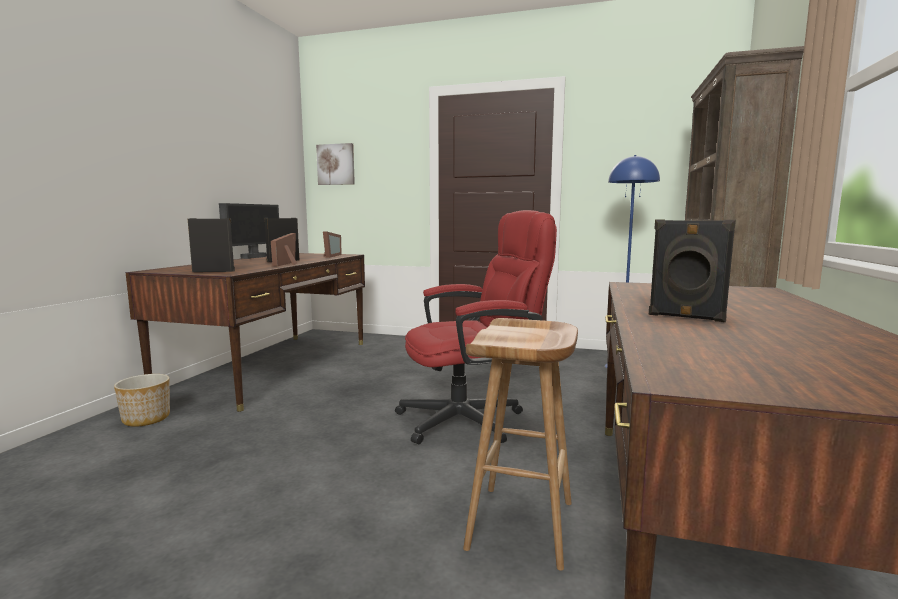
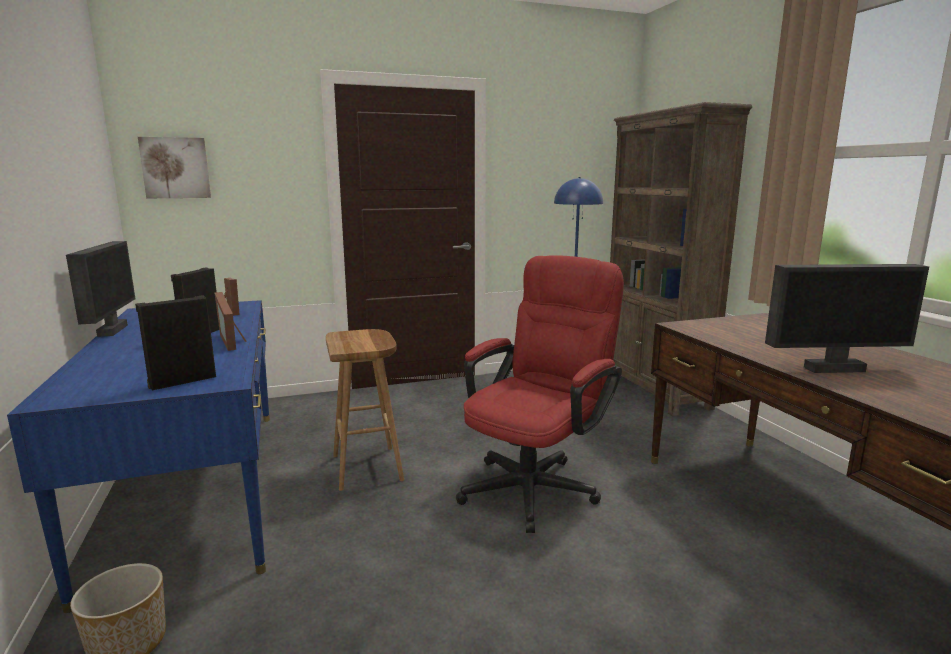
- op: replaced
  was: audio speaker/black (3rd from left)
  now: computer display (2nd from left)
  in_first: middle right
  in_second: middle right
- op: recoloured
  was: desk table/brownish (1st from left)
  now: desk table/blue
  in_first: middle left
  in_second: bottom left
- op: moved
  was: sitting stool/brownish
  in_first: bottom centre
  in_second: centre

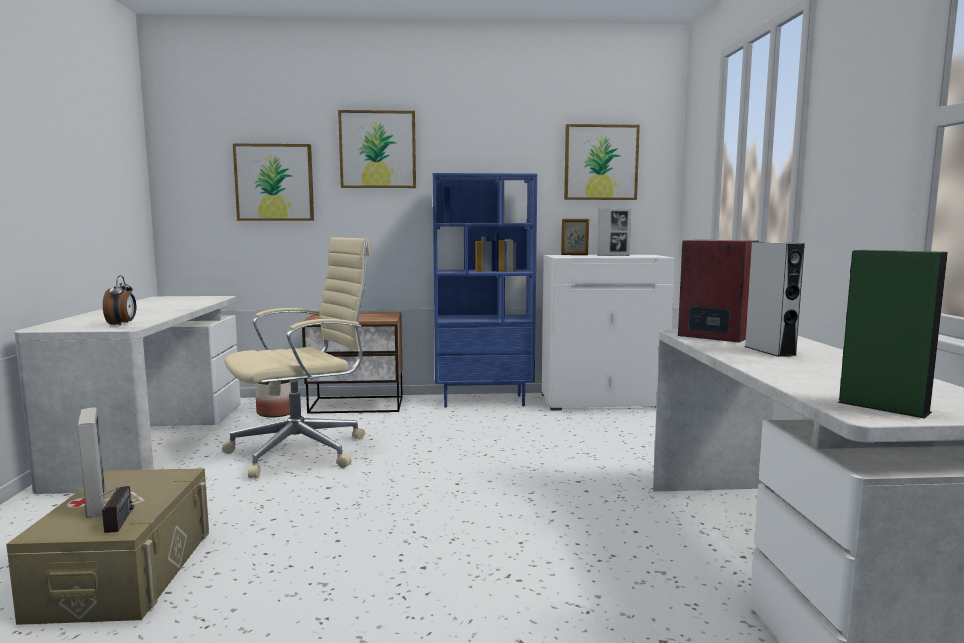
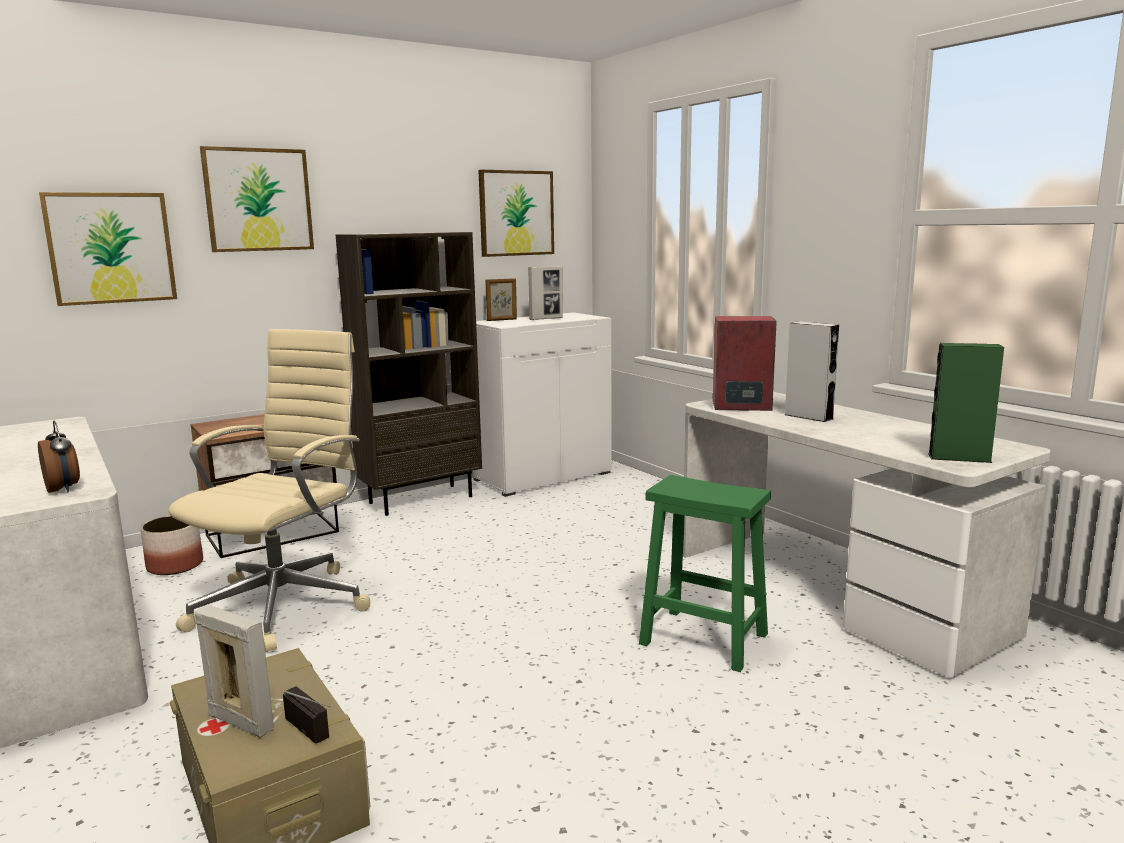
- op: recoloured
  was: bookshelf/blue
  now: bookshelf/brownish
  in_first: centre
  in_second: centre
- op: added
  now: sitting stool/green
  in_second: bottom centre

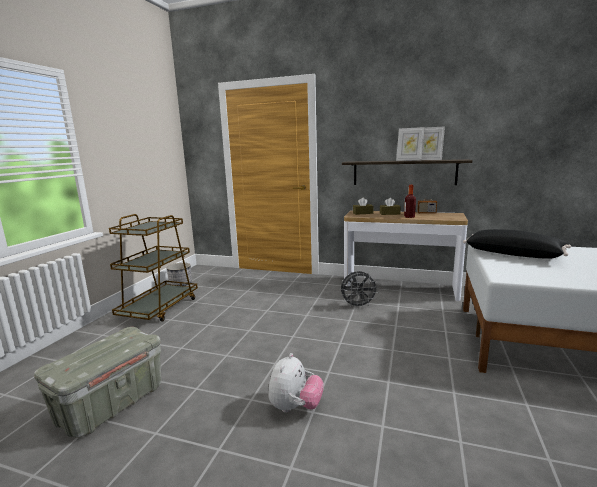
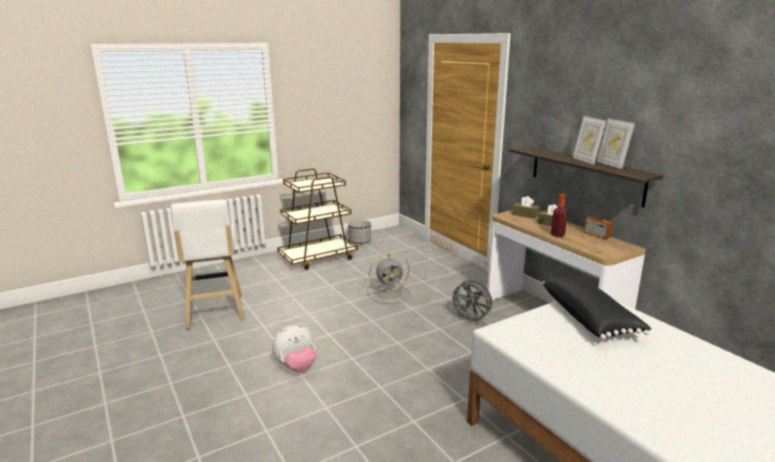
- op: replaced
  was: storage bin/grey
  now: sitting stool/white
  in_first: bottom left
  in_second: middle left
- op: added
  now: electric fan/grey (1st from left)
  in_second: centre

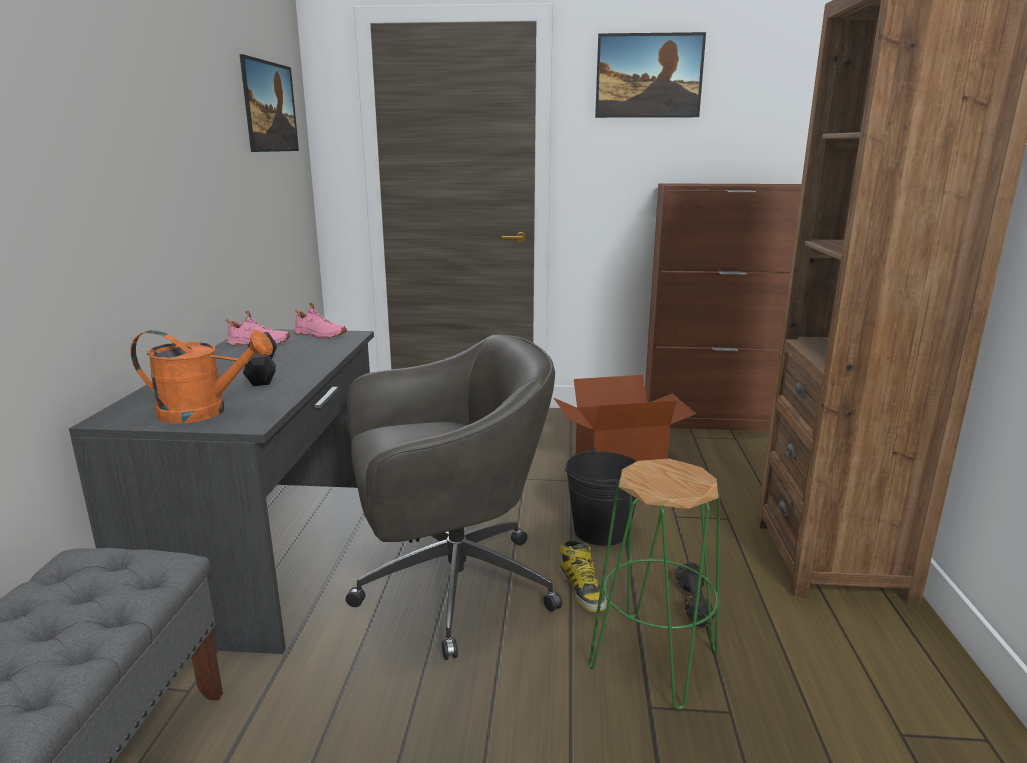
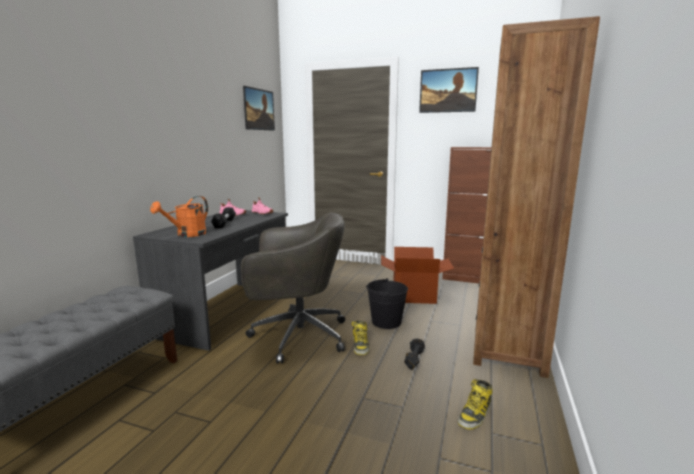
- op: turned
  was: watering can/orangey
  in_first: middle left
  in_second: middle left
  clockwise: 105
- op: removed
  was: sitting stool/green
  in_first: bottom centre
- op: added
  now: boot (2nd from left)
  in_second: bottom right

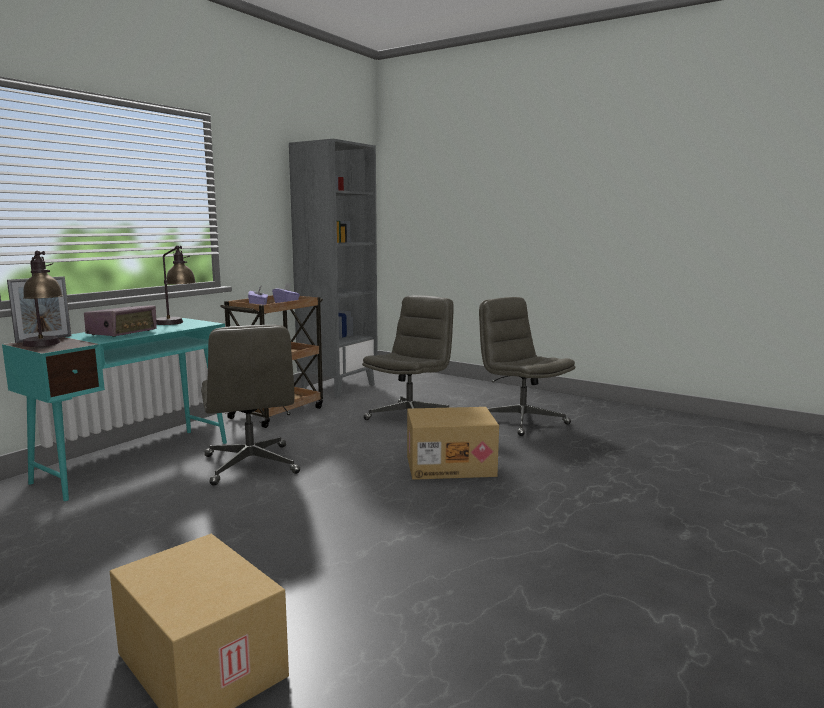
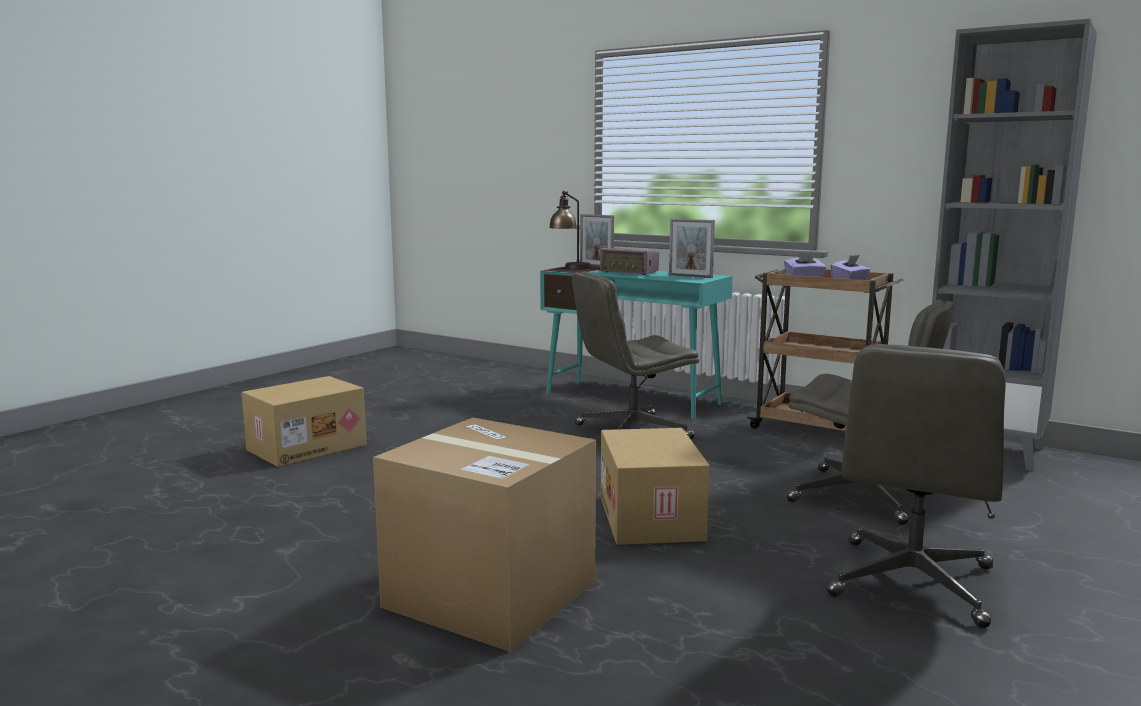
- op: replaced
  was: tabletop lamp (2nd from left)
  now: photo frame (2nd from left)
  in_first: middle left
  in_second: centre
- op: turned
  was: desk chair/grey (3rd from left)
  in_first: centre
  in_second: bottom right
  clockwise: 150
- op: added
  now: cardboard box (2nd from left)
  in_second: bottom centre

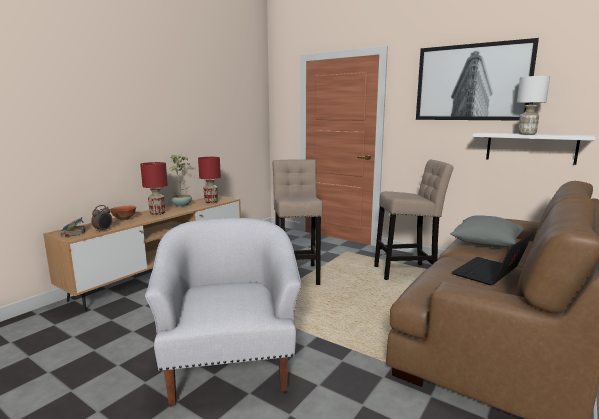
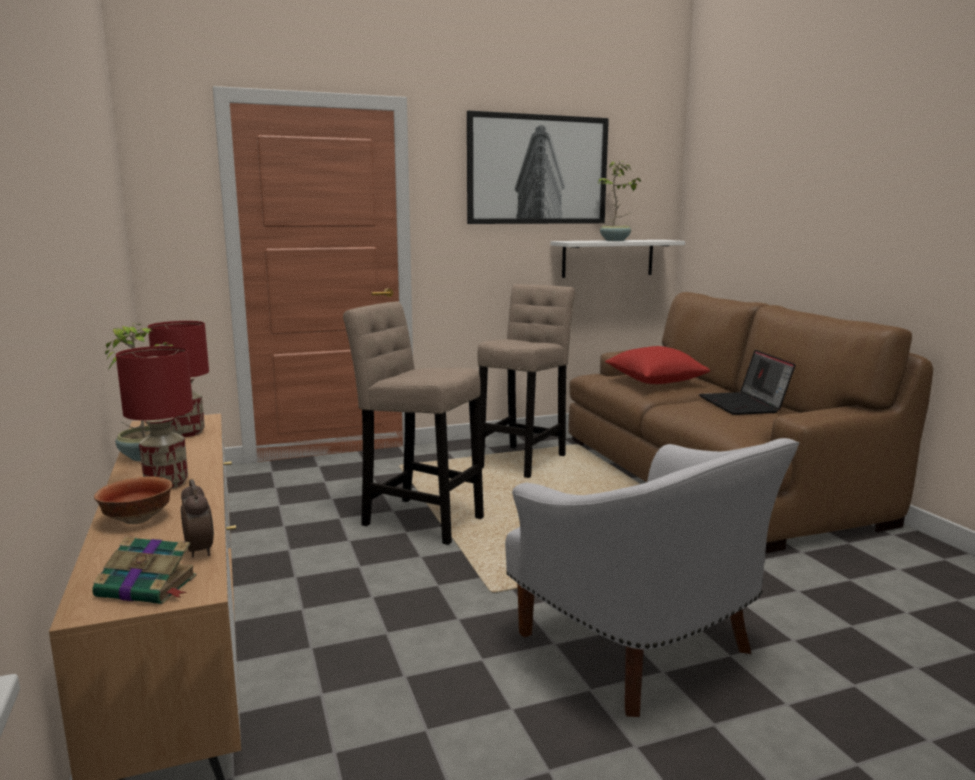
- op: replaced
  was: tabletop lamp/white
  now: houseplant (2nd from left)
  in_first: top right
  in_second: top centre
- op: recoloured
  was: throw pillow/grey
  now: throw pillow/reddish
  in_first: middle right
  in_second: middle right
- op: turned
  was: lounge chair/white
  in_first: bottom centre
  in_second: bottom right
  clockwise: -150

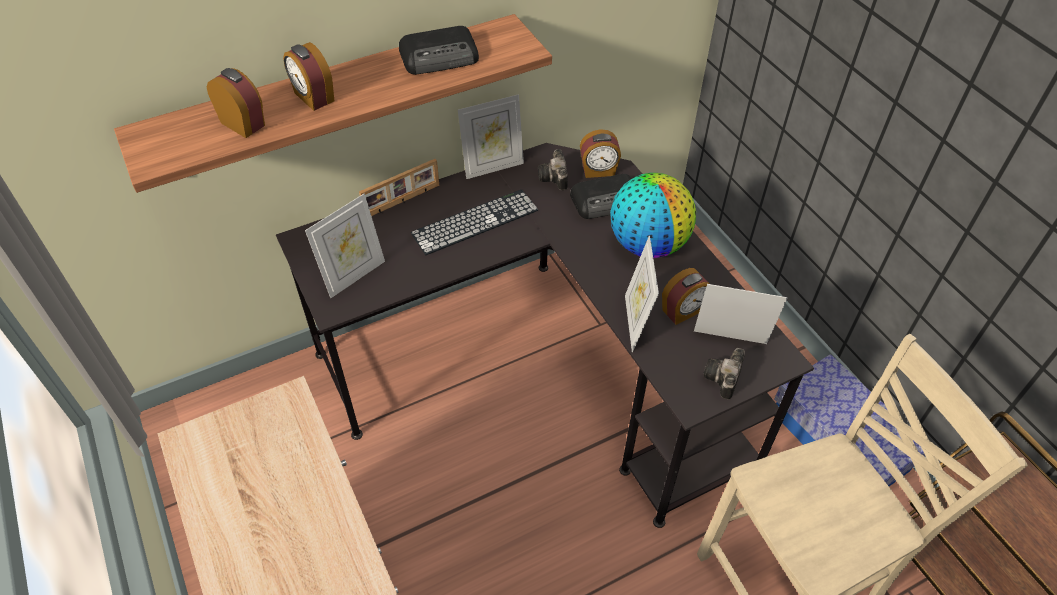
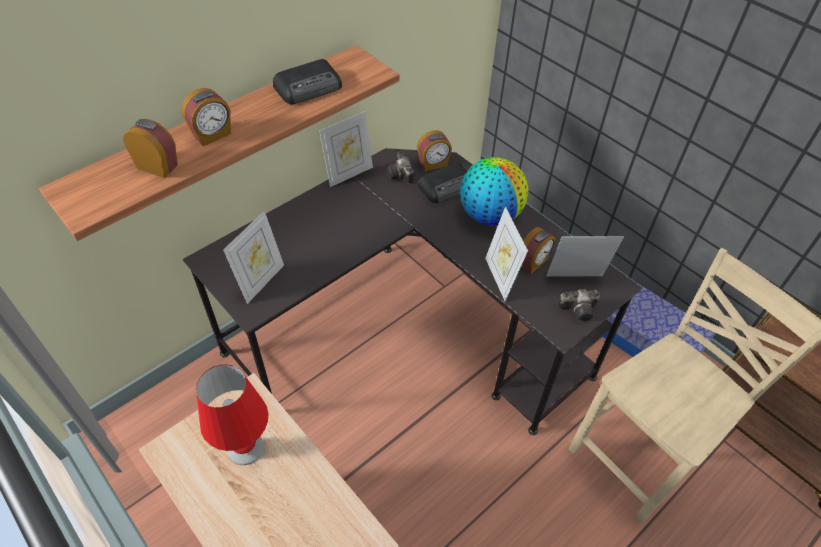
- op: turned
  was: alarm clock (2nd from left)
  in_first: top left
  in_second: top left
  clockwise: -75
- op: removed
  was: photo frame (2nd from left)
  in_first: top centre
- op: removed
  was: computer keyboard
  in_first: centre
- op: turned
  was: still camera (2nd from left)
  in_first: middle right
  in_second: middle right
  clockwise: -105
- op: added
  now: tabletop lamp/reddish
  in_second: bottom left

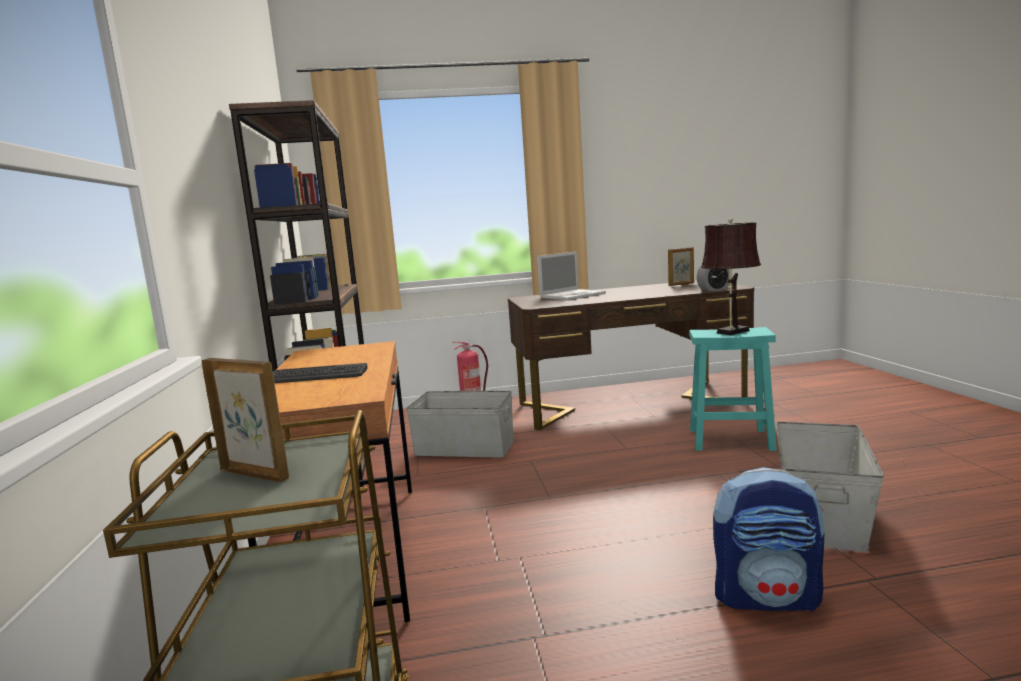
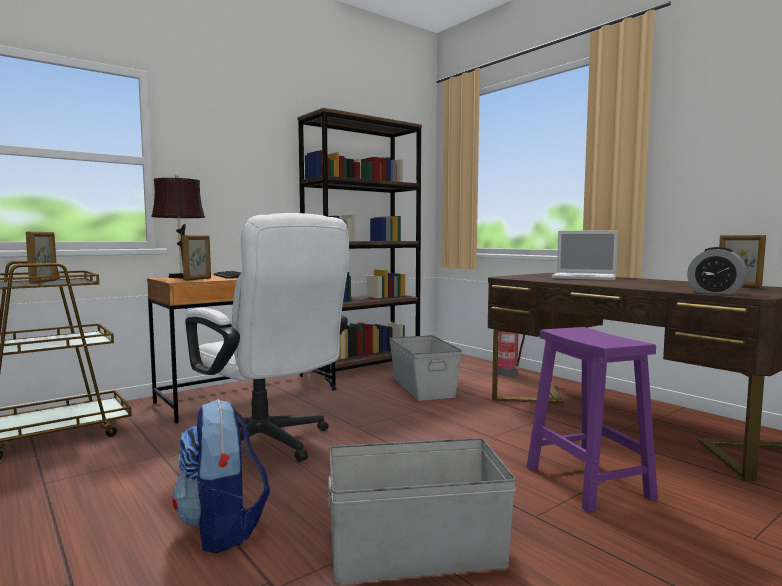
- op: moved
  was: tabletop lamp/brownish
  in_first: middle right
  in_second: middle left
- op: recoloured
  was: sitting stool/blue-green
  now: sitting stool/purplish
  in_first: middle right
  in_second: bottom right
- op: added
  now: desk chair/white
  in_second: centre
- op: added
  now: photo frame (2nd from left)
  in_second: middle left

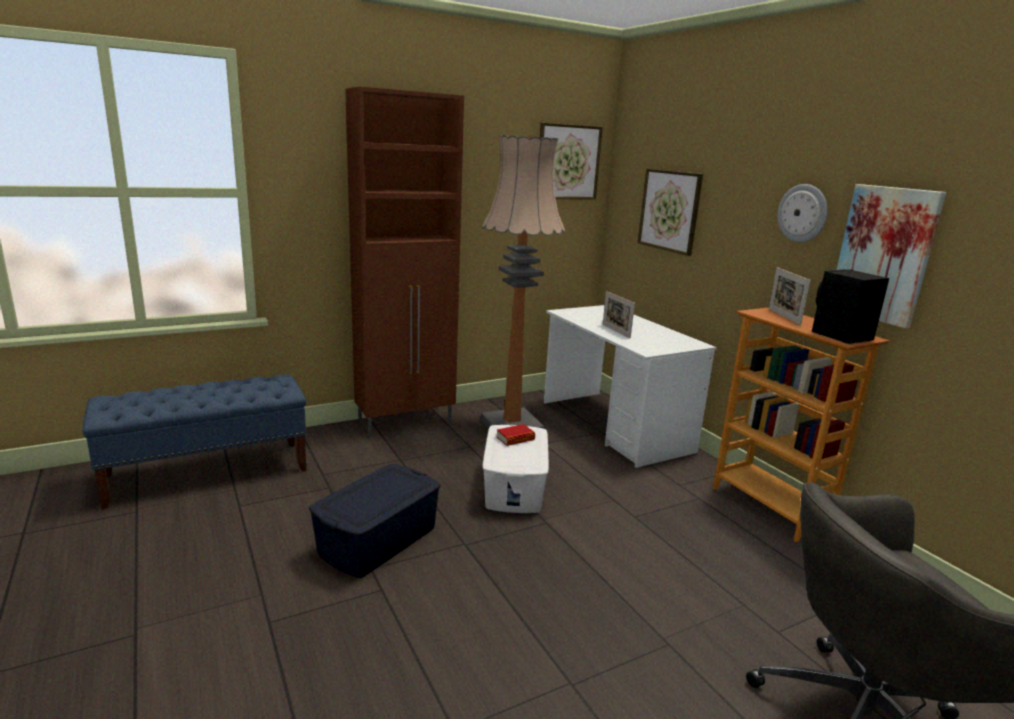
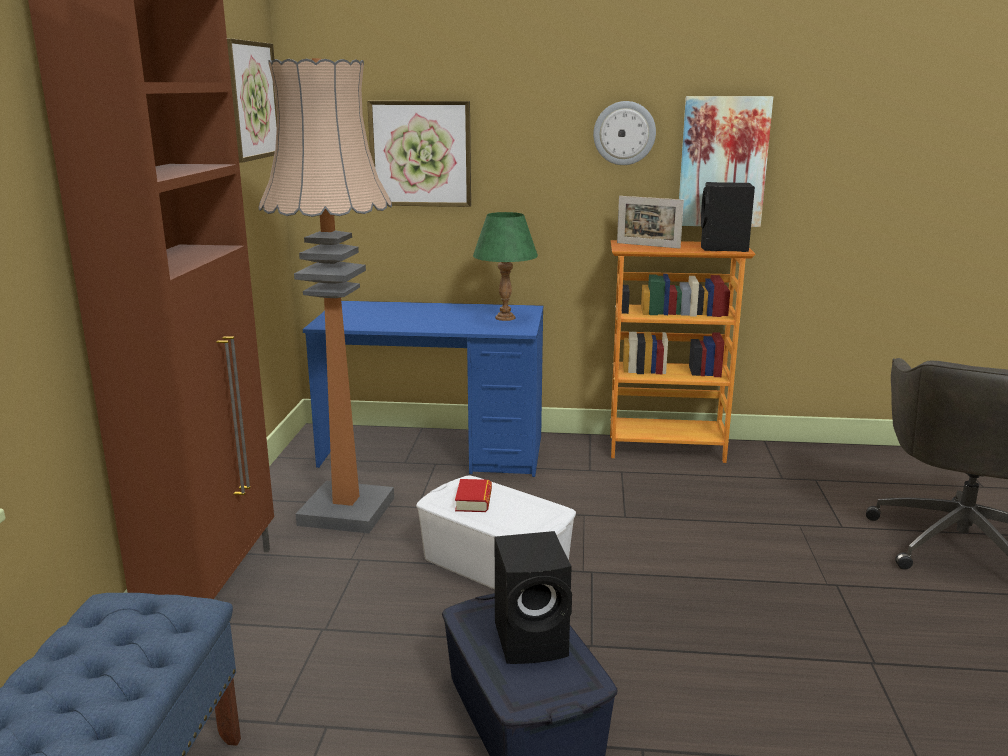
- op: removed
  was: photo frame (1st from left)
  in_first: centre
- op: recoloured
  was: desk table/white
  now: desk table/blue
  in_first: centre
  in_second: centre
- op: added
  now: tabletop lamp/green
  in_second: centre
- op: added
  now: audio speaker/black (1st from left)
  in_second: bottom centre

